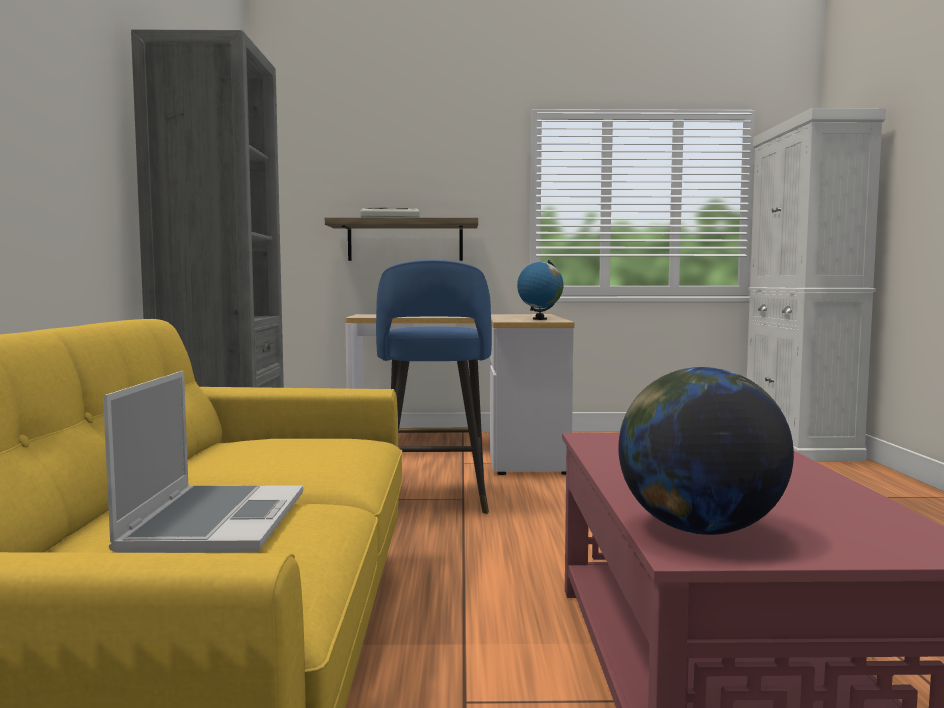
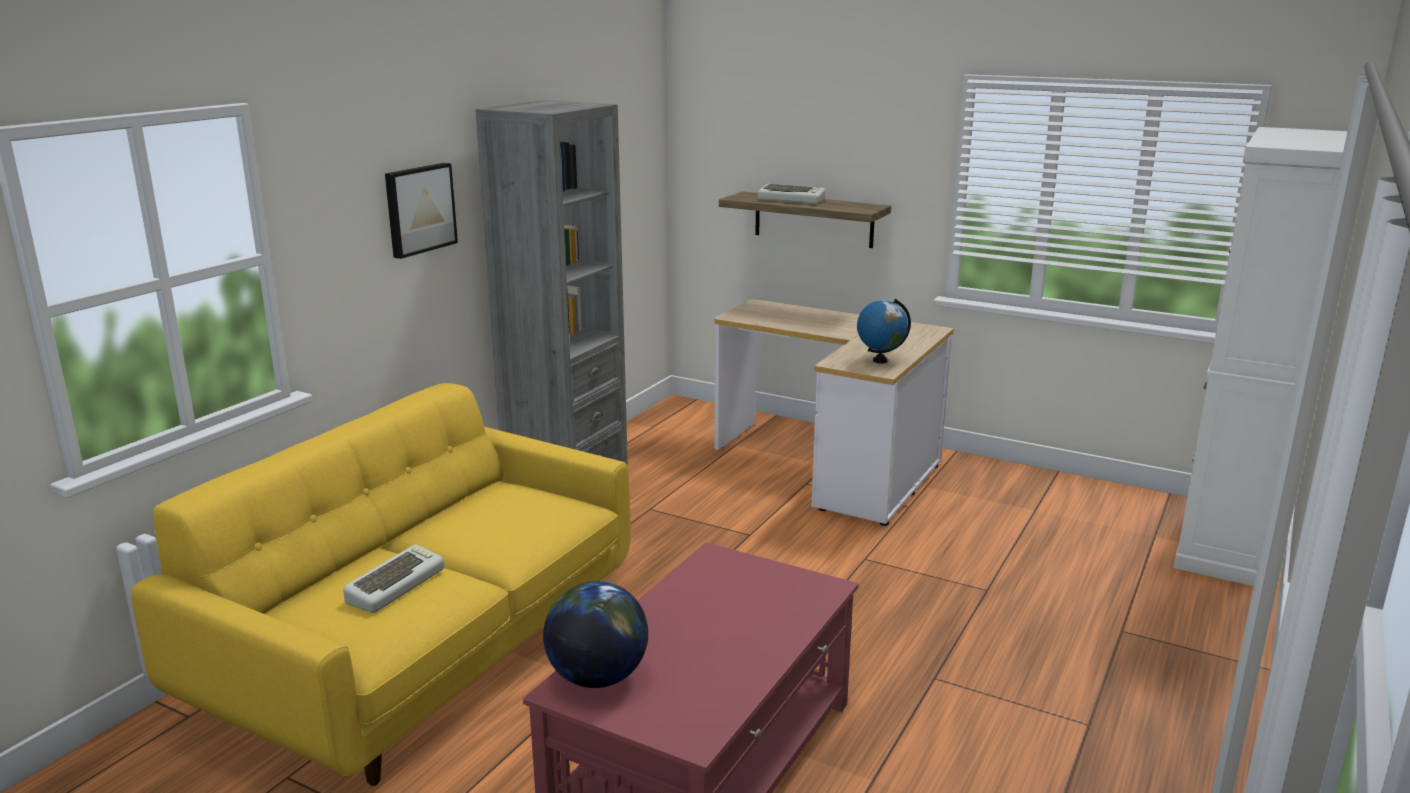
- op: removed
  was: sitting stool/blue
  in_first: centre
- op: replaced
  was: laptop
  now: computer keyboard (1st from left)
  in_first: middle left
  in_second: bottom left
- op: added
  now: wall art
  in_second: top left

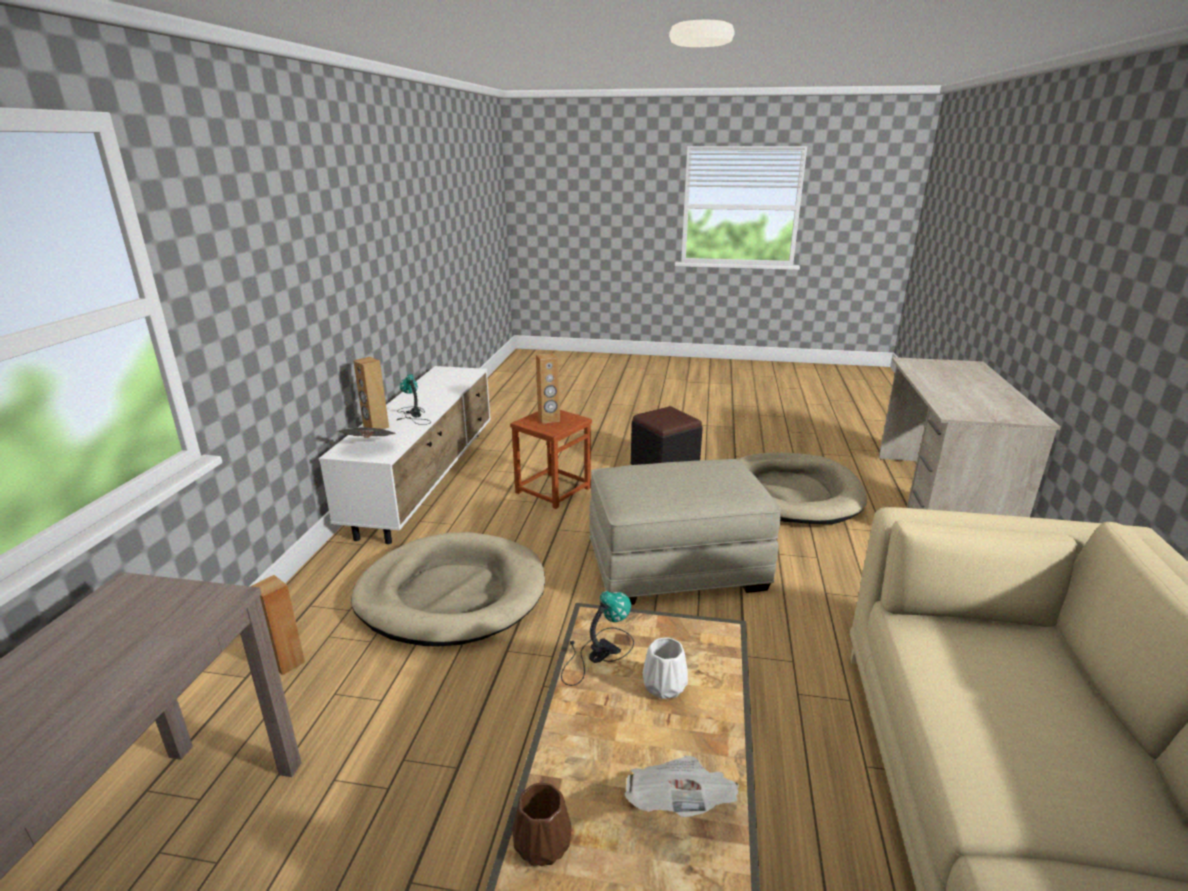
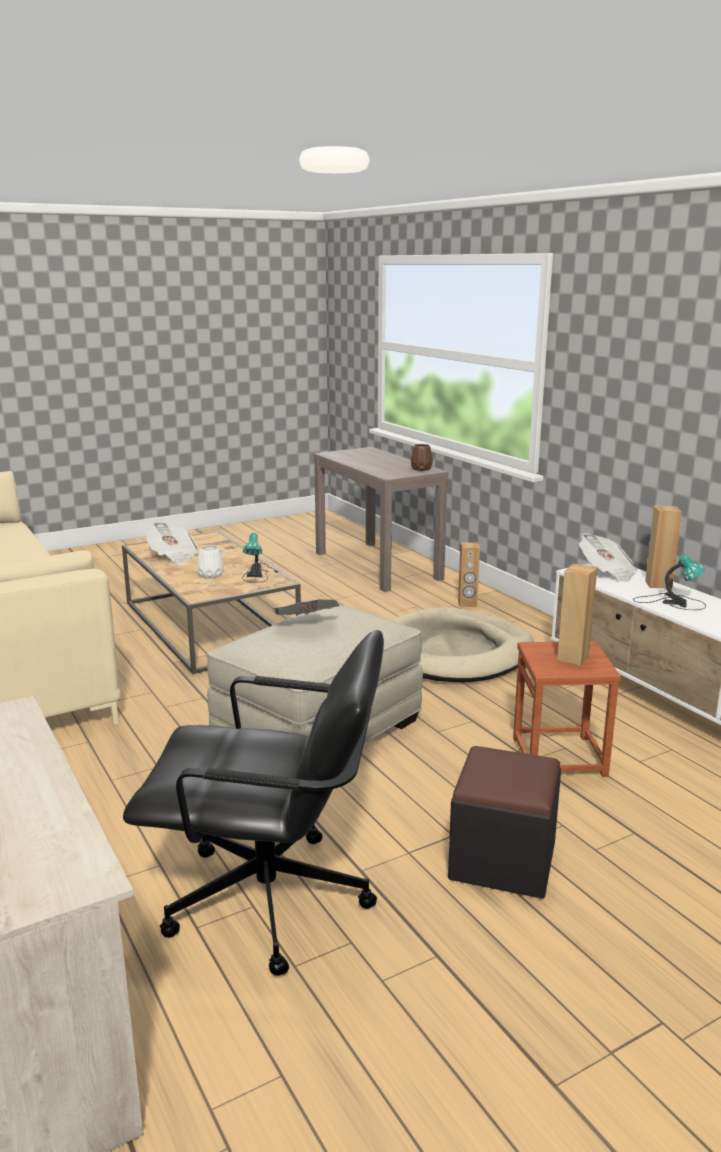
- op: replaced
  was: dog cushion/sand-coloured (2nd from left)
  now: desk chair/black
  in_first: middle right
  in_second: bottom centre
- op: moved
  was: decorative vase/brownish
  in_first: bottom centre
  in_second: centre
- op: added
  now: daily paper (2nd from left)
  in_second: centre

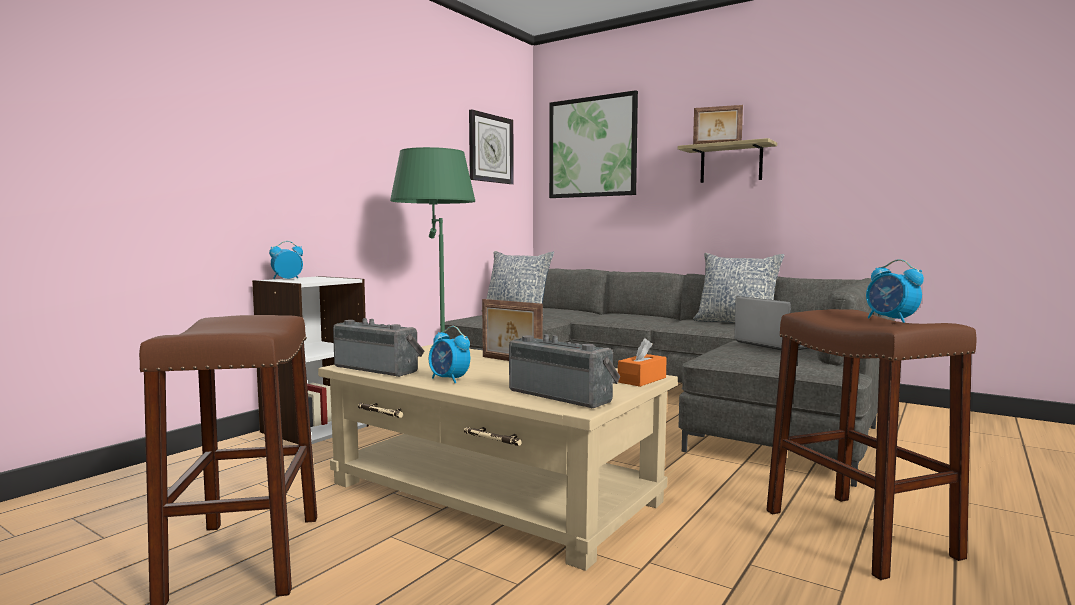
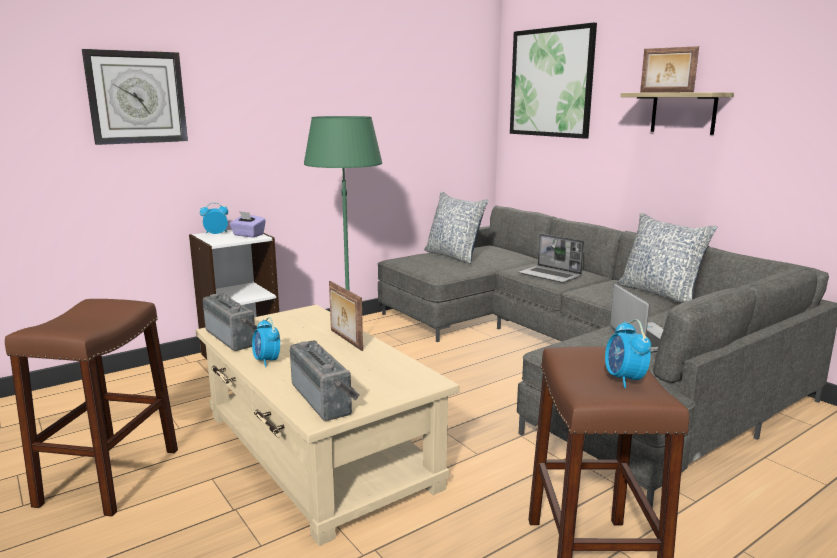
- op: moved
  was: hanging clock
  in_first: top centre
  in_second: top left
- op: removed
  was: box of tissues/orangey
  in_first: centre
- op: added
  now: box of tissues/purplish
  in_second: middle left
- op: added
  now: laptop (1st from left)
  in_second: centre

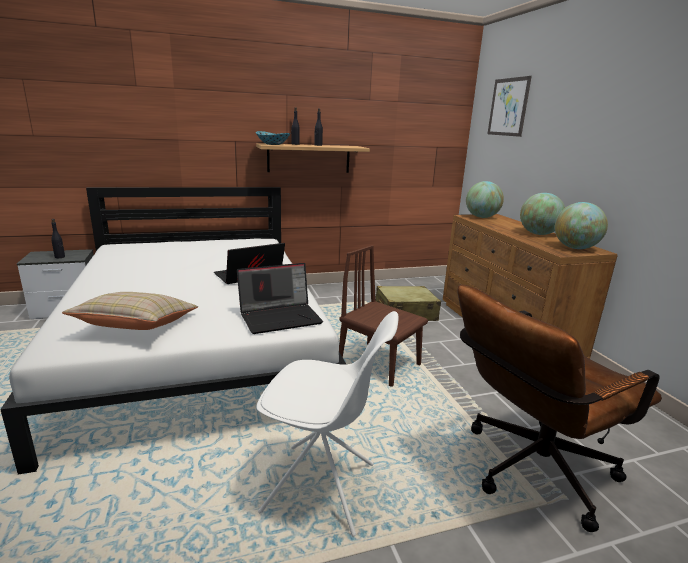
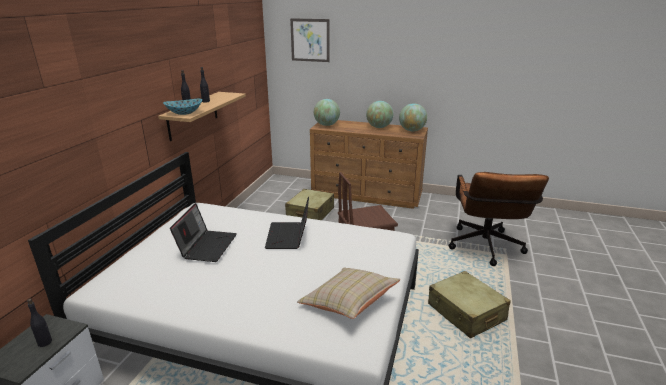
- op: moved
  was: laptop (2nd from left in the first image)
  now: laptop (1st from left)
  in_first: centre
  in_second: middle left
- op: replaced
  was: upright chair/white
  now: travel case/sand-coloured (2nd from left)
  in_first: bottom centre
  in_second: bottom right

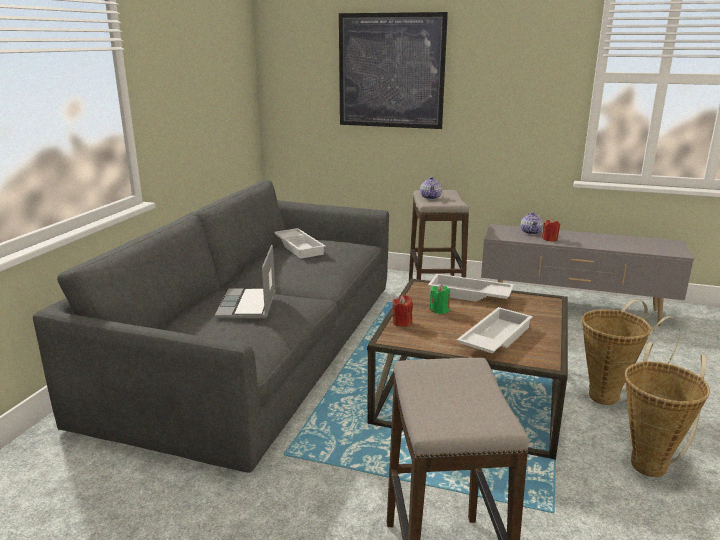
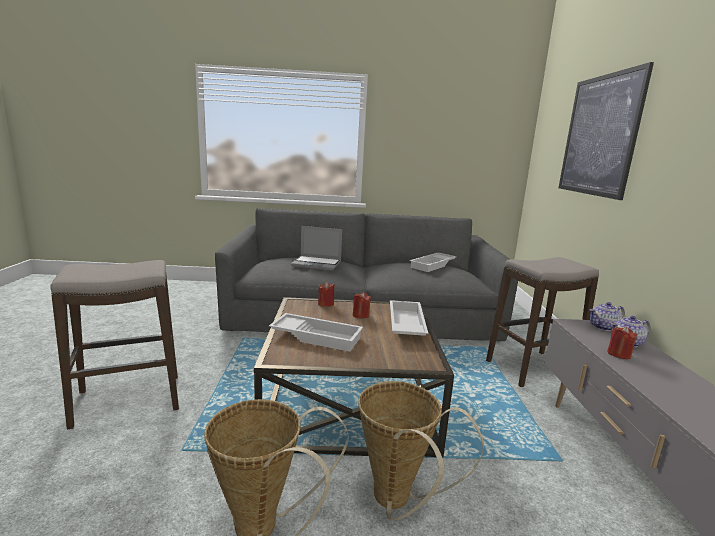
- op: moved
  was: tea pot (1st from left)
  in_first: centre
  in_second: middle right
- op: turned
  was: laptop
  in_first: centre
  in_second: centre
  clockwise: -150
- op: recoloured
  was: wax light/green
  now: wax light/reddish (2nd from left)
  in_first: centre
  in_second: centre

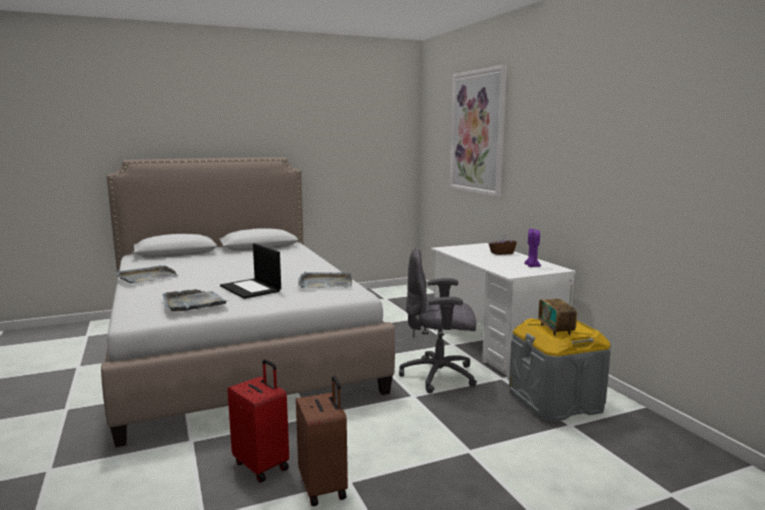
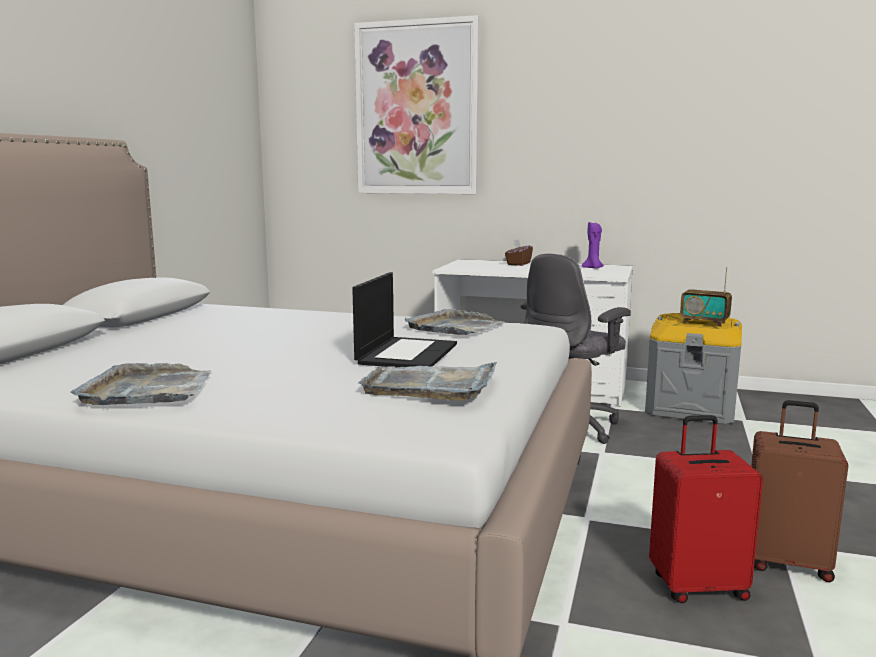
- op: turned
  was: laptop
  in_first: middle left
  in_second: centre
  clockwise: -75

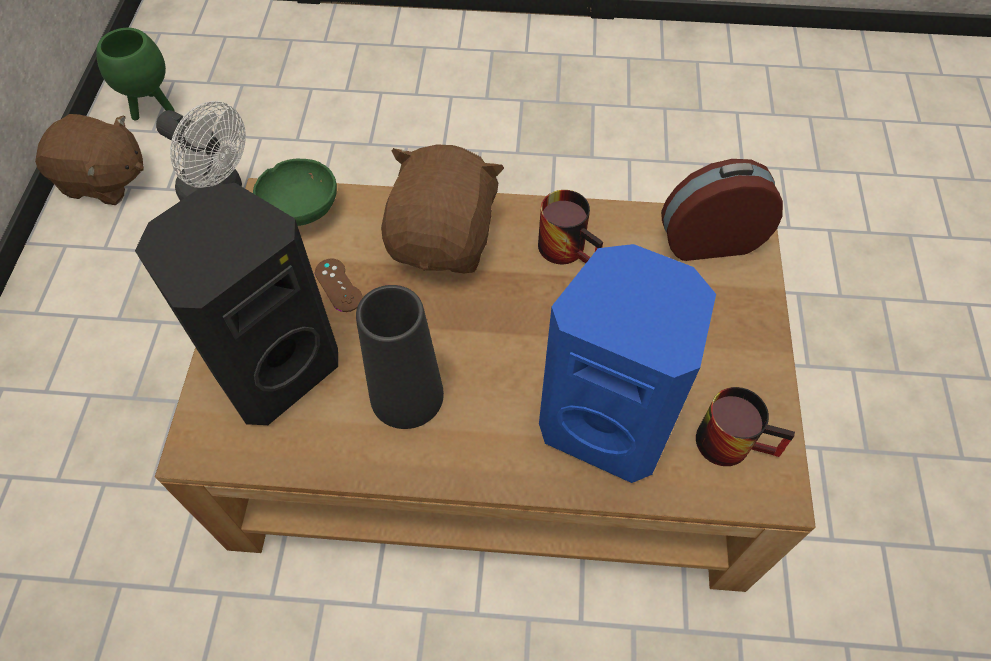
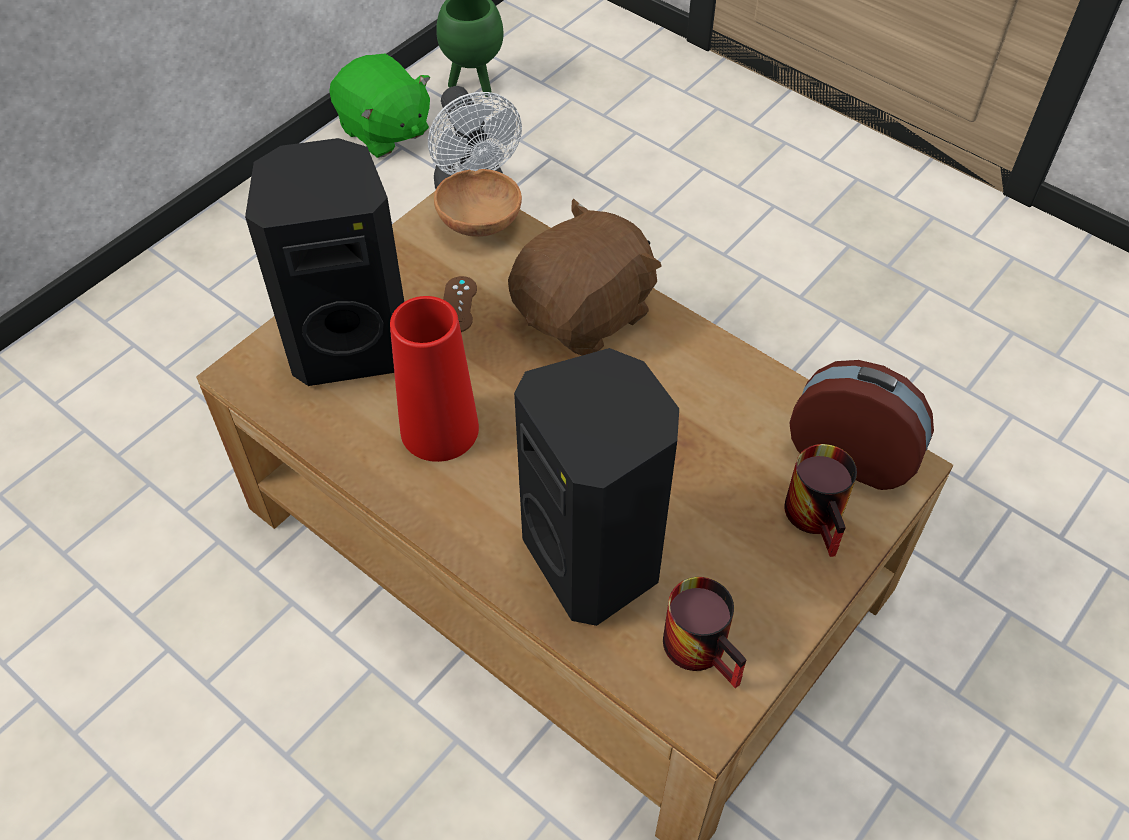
- op: recoloured
  was: plush toy/brownish (1st from left)
  now: plush toy/green
  in_first: top left
  in_second: top centre
- op: recoloured
  was: bowl/green
  now: bowl/brownish
  in_first: top left
  in_second: top centre
- op: moved
  was: tea mug (1st from left in the first image)
  now: tea mug (2nd from left)
  in_first: centre
  in_second: middle right
- op: recoloured
  was: audio speaker/blue
  now: audio speaker/black (2nd from left)
  in_first: centre
  in_second: centre
- op: recoloured
  was: decorative vase/black
  now: decorative vase/reddish
  in_first: centre
  in_second: centre

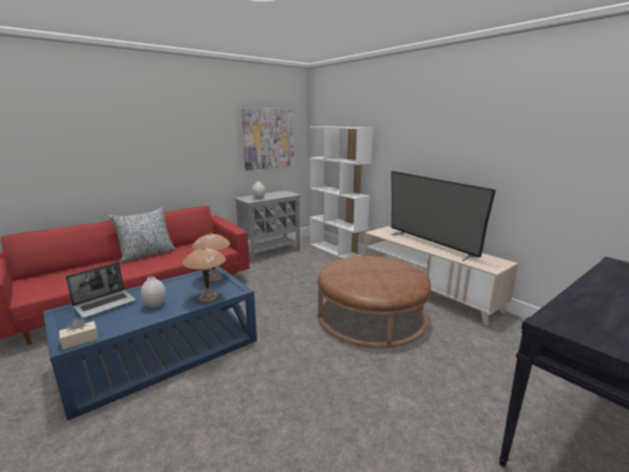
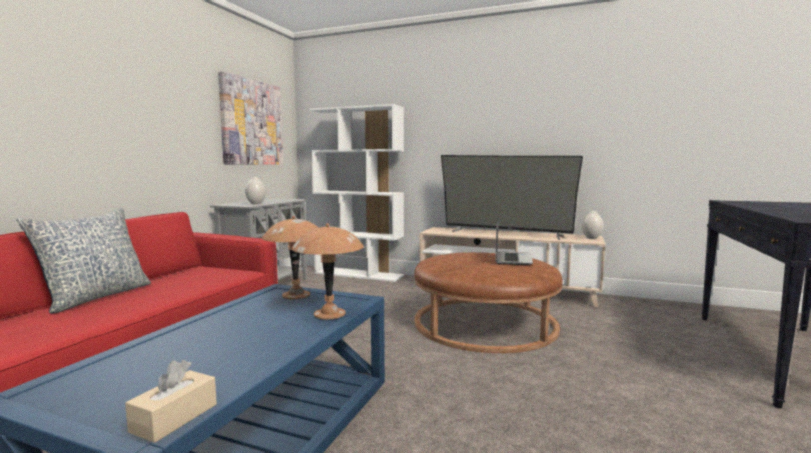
- op: moved
  was: laptop
  in_first: middle left
  in_second: centre
- op: moved
  was: decorative vase/white (1st from left in the first image)
  now: decorative vase/white (2nd from left)
  in_first: middle left
  in_second: middle right

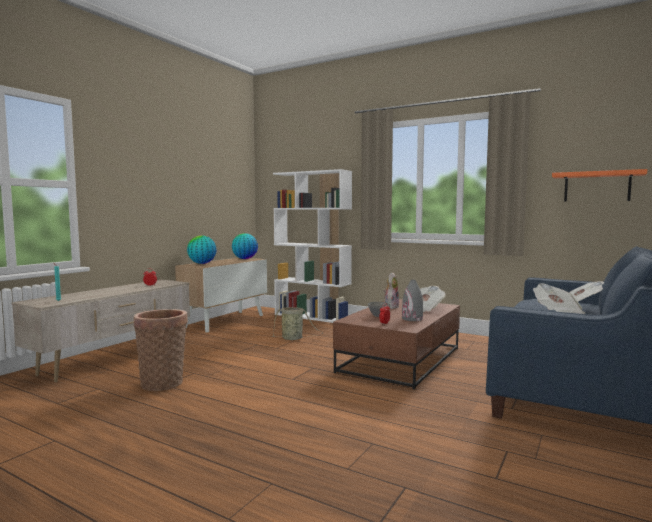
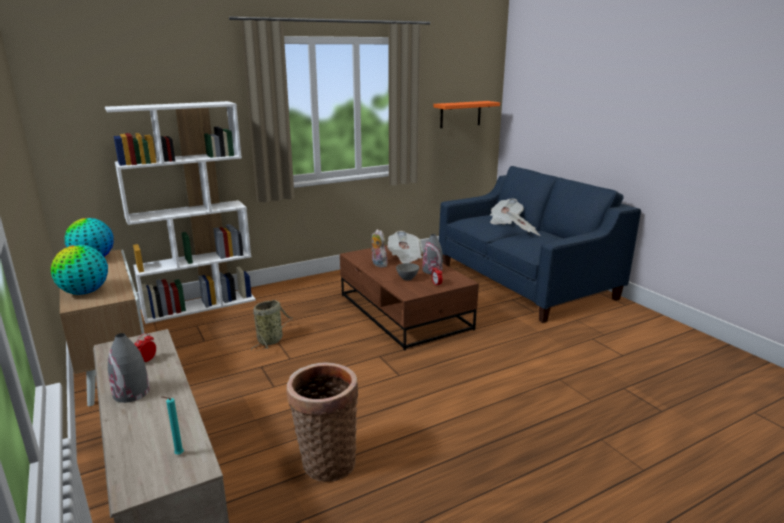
- op: added
  now: decorative vase/grey (1st from left)
  in_second: bottom left

